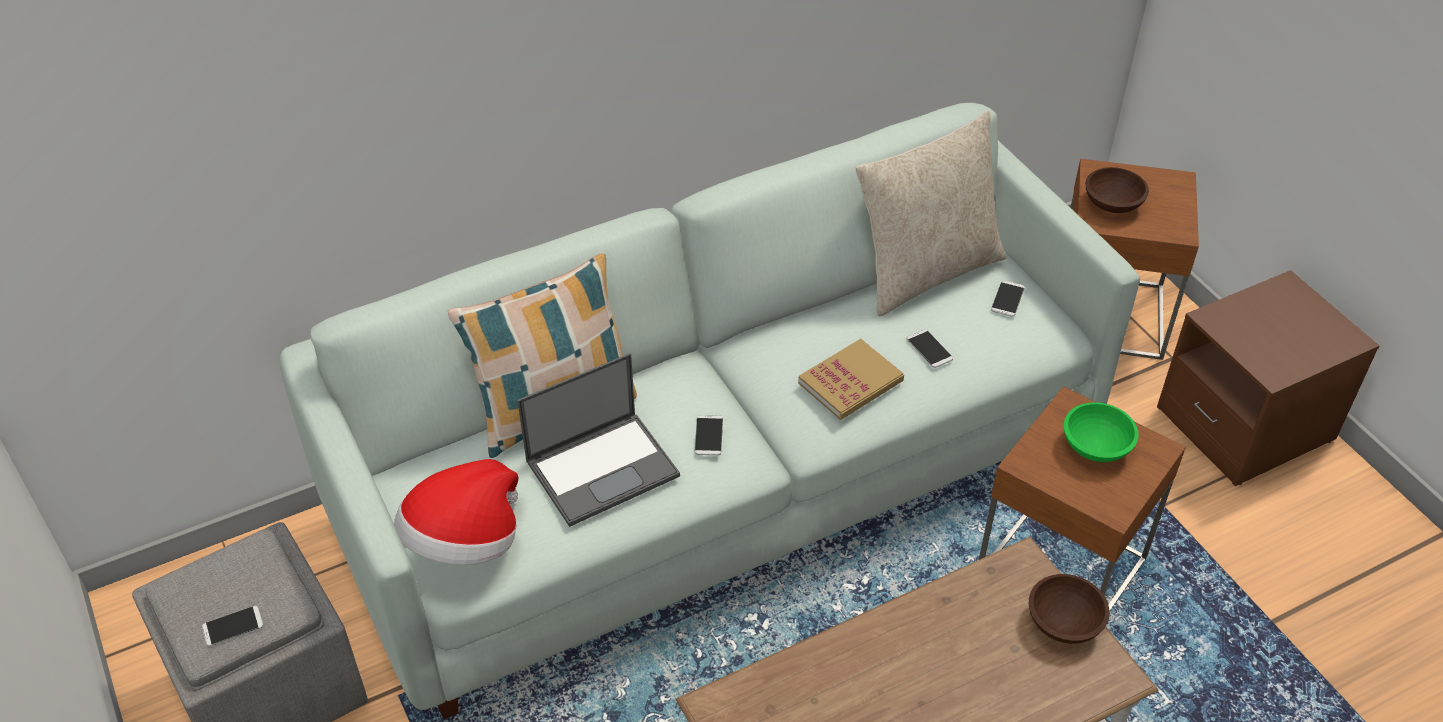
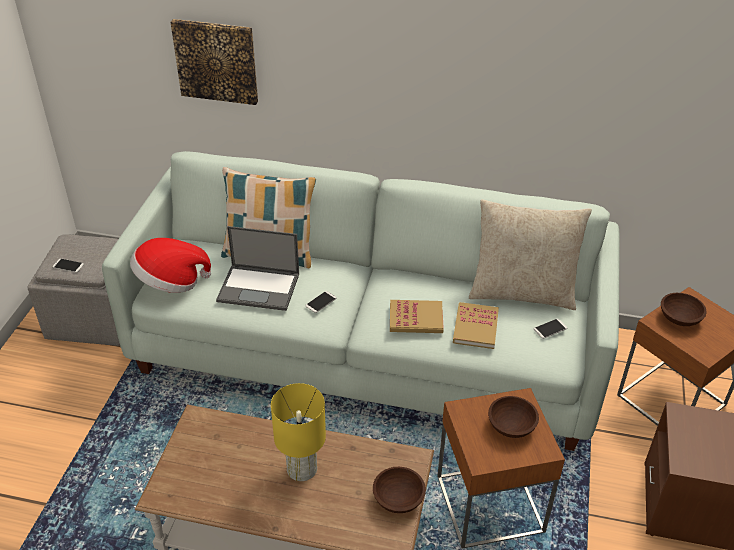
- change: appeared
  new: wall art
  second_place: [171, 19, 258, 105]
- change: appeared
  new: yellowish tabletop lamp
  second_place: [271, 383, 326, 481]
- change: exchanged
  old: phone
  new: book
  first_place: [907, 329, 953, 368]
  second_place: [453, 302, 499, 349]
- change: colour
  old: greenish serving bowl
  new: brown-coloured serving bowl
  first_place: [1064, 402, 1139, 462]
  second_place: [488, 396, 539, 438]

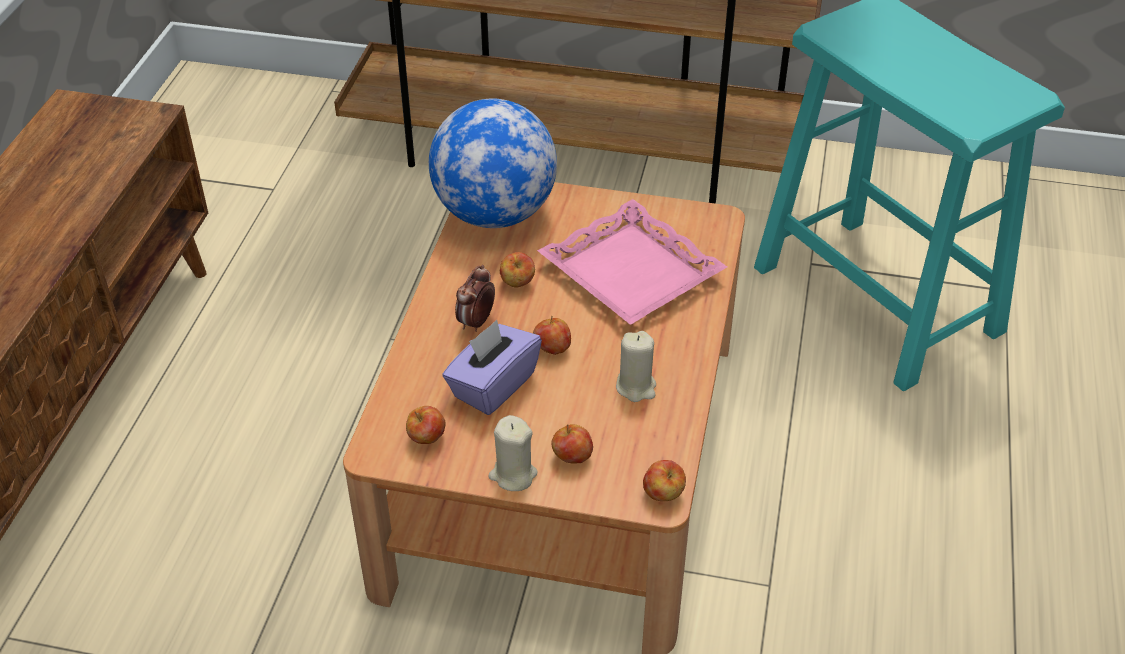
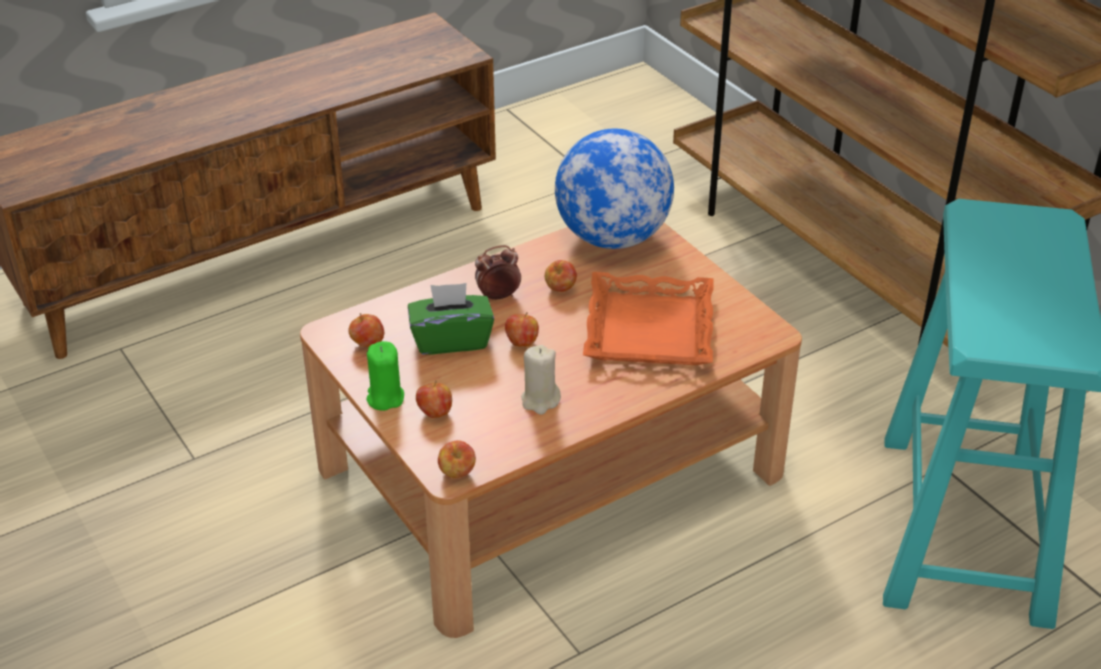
- change: colour
  old: beige-coloured wax candle
  new: greenish wax candle
  first_place: [488, 415, 538, 491]
  second_place: [367, 341, 404, 411]
- change: colour
  old: purple-coloured box of tissues
  new: greenish box of tissues
  first_place: [442, 320, 542, 415]
  second_place: [408, 283, 494, 355]
- change: colour
  old: pinkish tray
  new: orangey tray
  first_place: [537, 199, 727, 325]
  second_place: [583, 272, 714, 365]

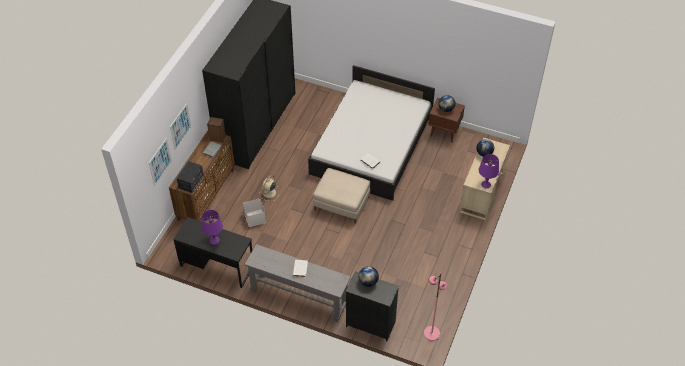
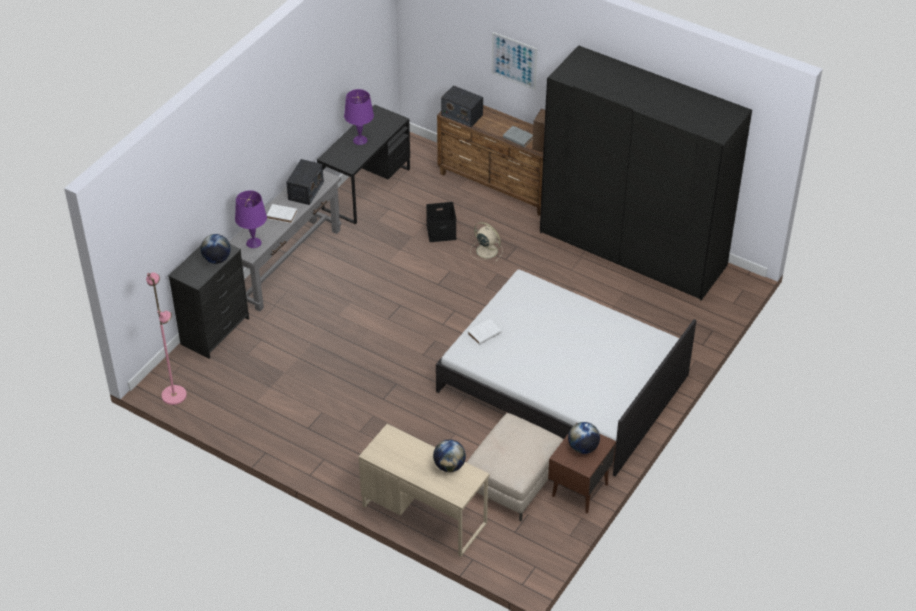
- change: relocated
  old: purple-coloured tabletop lamp
  first_place: [479, 154, 499, 188]
  second_place: [235, 190, 267, 248]
- change: appeared
  new: radio receiver
  second_place: [286, 159, 324, 205]
- change: colour
  old: white storage bin
  new: black storage bin
  first_place: [243, 199, 266, 227]
  second_place: [426, 202, 457, 242]
- change: relocated
  old: beige-coloured footrest
  first_place: [313, 168, 370, 224]
  second_place: [467, 413, 563, 521]
- change: missing
  old: wall art
  first_place: [149, 138, 172, 186]

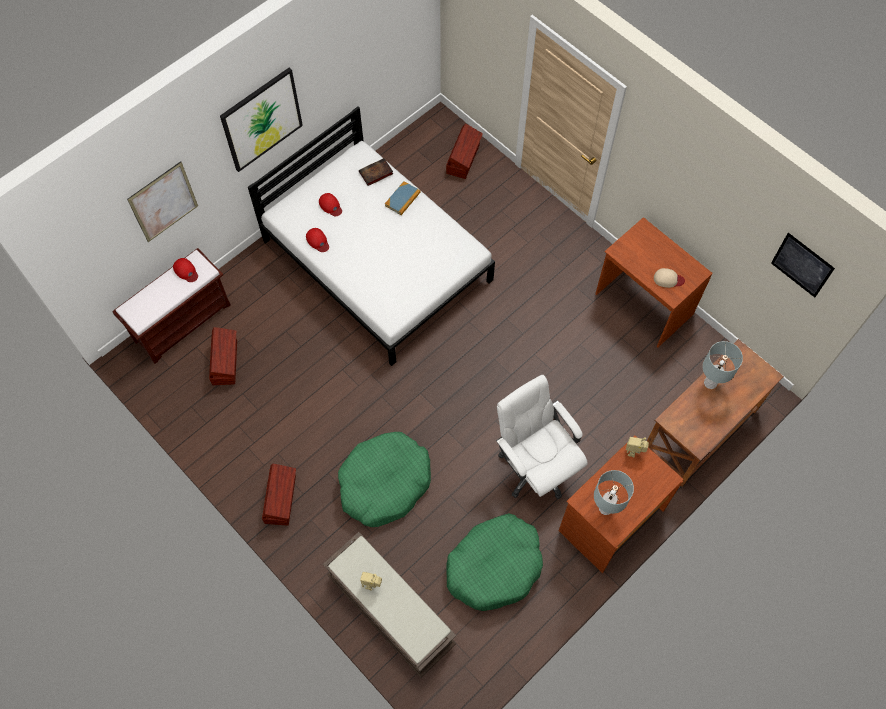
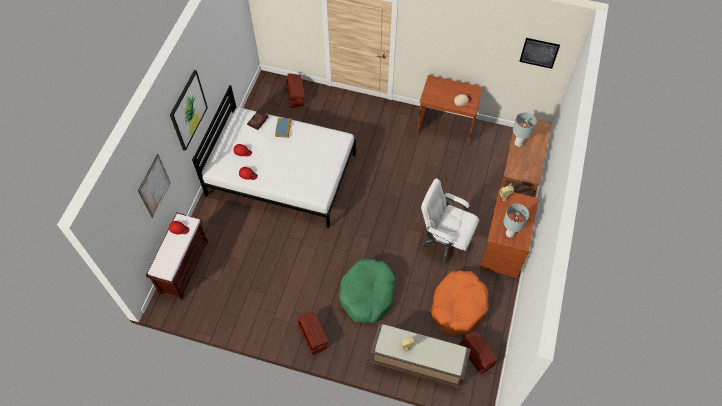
- change: colour
  old: greenish pet bed
  new: orangey pet bed
  first_place: [447, 513, 543, 611]
  second_place: [431, 270, 489, 335]
- change: relocated
  old: brown-coloured storage bin
  first_place: [209, 327, 237, 385]
  second_place: [459, 330, 498, 374]

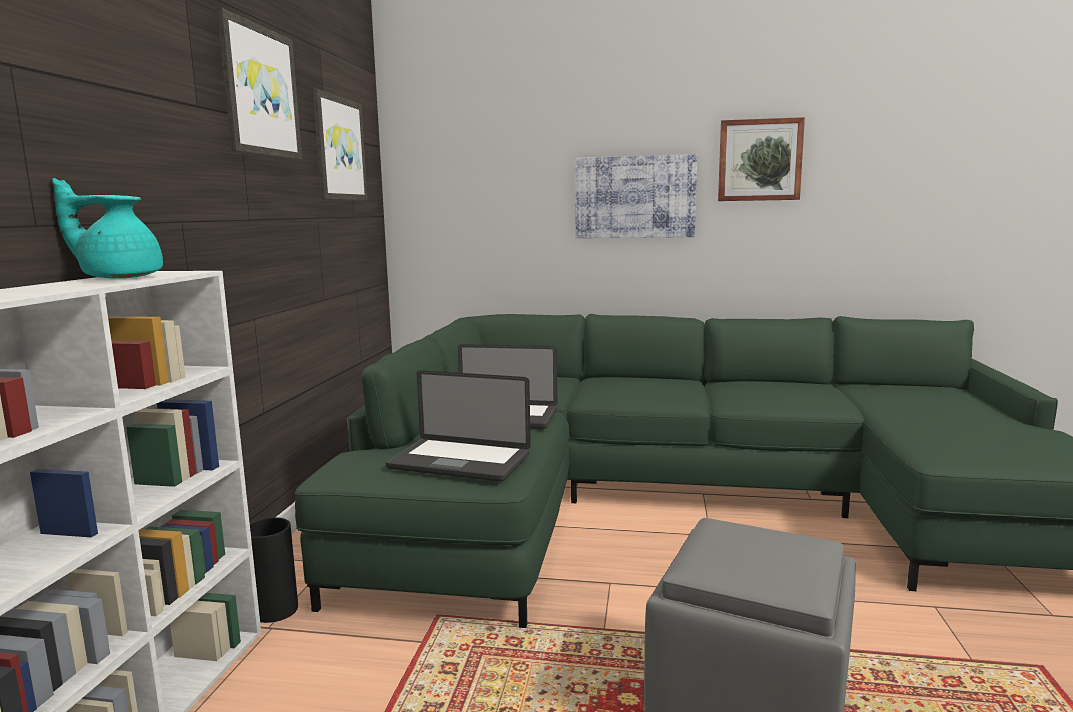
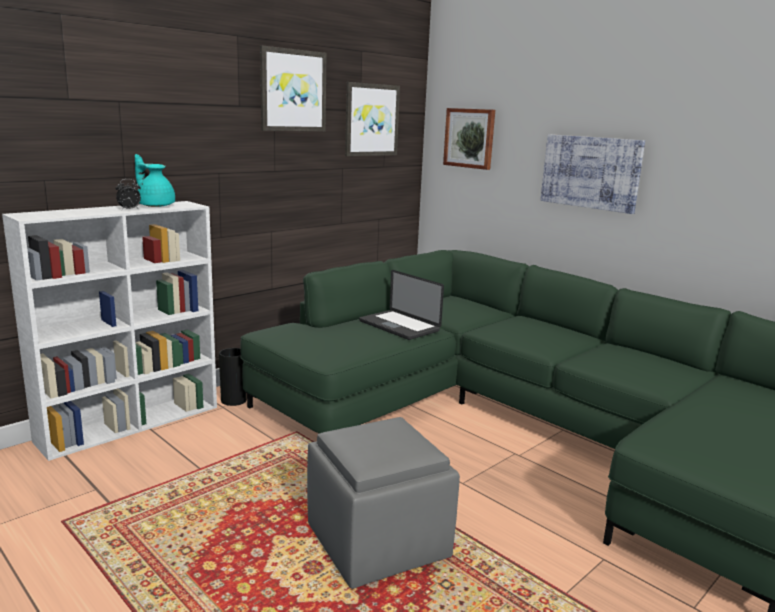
- change: appeared
  new: bedside clock
  second_place: [116, 179, 141, 210]
- change: relocated
  old: wall art
  first_place: [718, 117, 805, 201]
  second_place: [443, 108, 495, 170]
- change: missing
  old: laptop
  first_place: [386, 370, 531, 482]

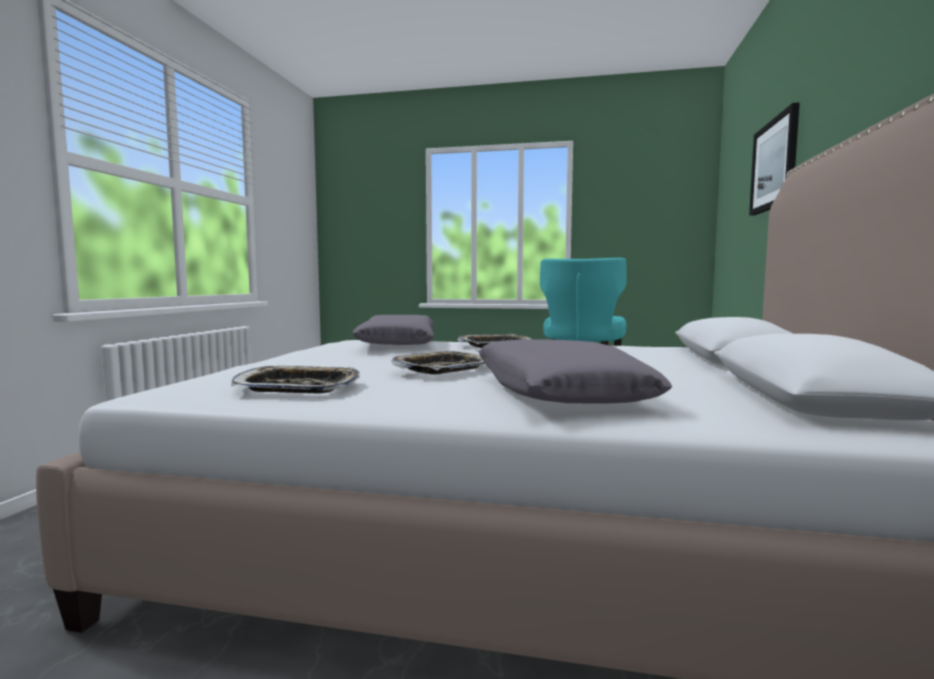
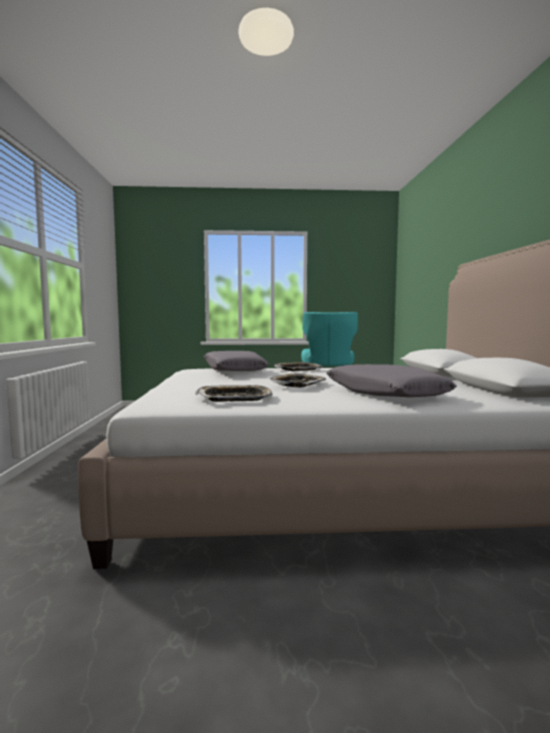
- change: missing
  old: wall art
  first_place: [749, 102, 800, 216]

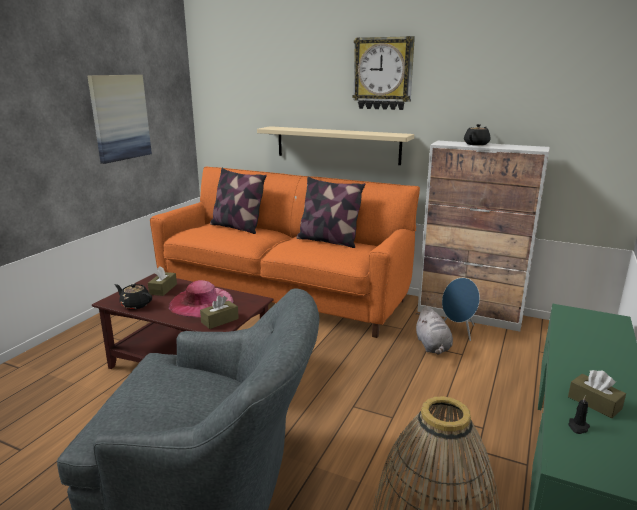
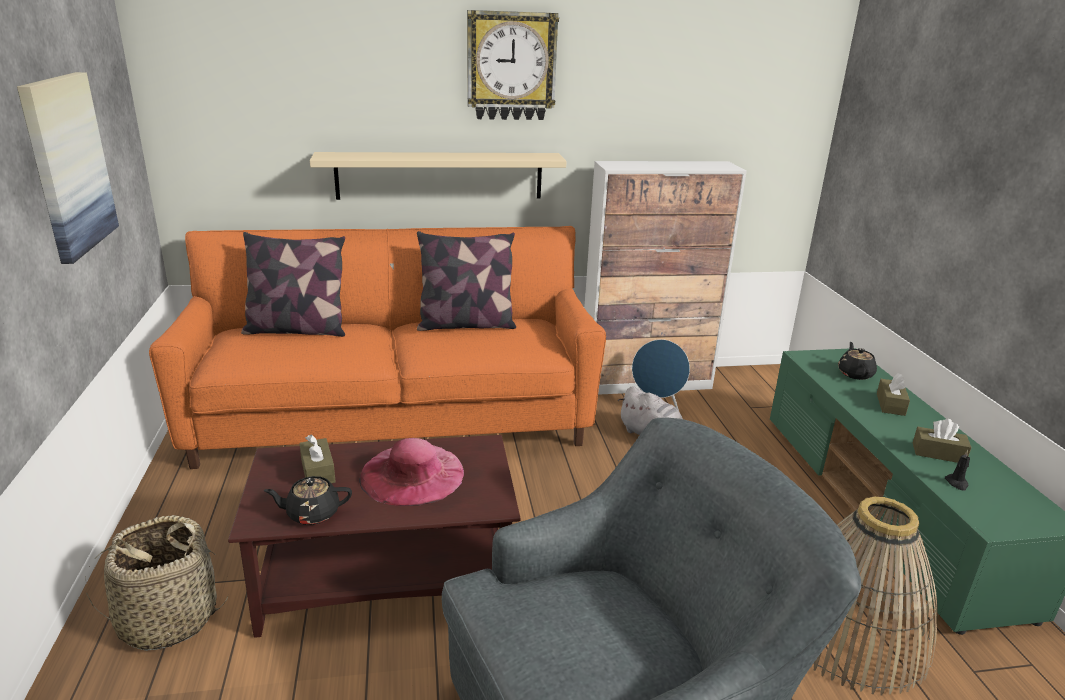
- change: appeared
  new: household basket
  second_place: [85, 515, 228, 651]
- change: relocated
  old: black tea pot
  first_place: [464, 124, 490, 146]
  second_place: [838, 342, 877, 380]
- change: relocated
  old: brown-coloured box of tissues
  first_place: [200, 296, 239, 329]
  second_place: [877, 373, 910, 416]

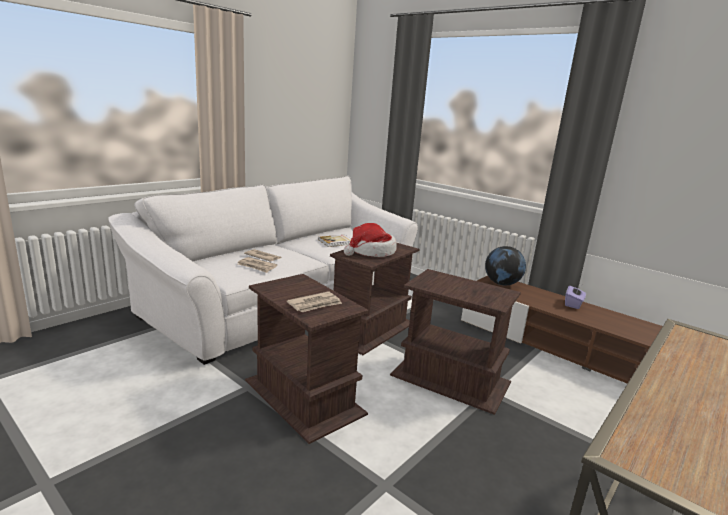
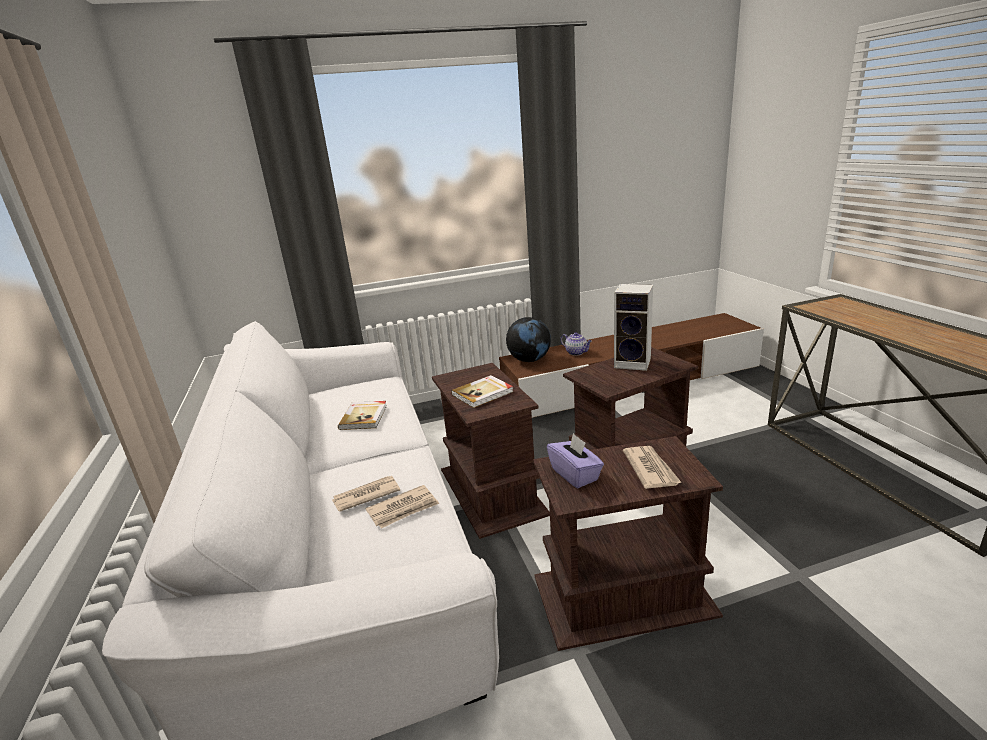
- change: exchanged
  old: hat
  new: book
  first_place: [344, 223, 397, 257]
  second_place: [451, 375, 514, 408]
- change: relocated
  old: purple-coloured box of tissues
  first_place: [565, 286, 586, 309]
  second_place: [547, 433, 604, 488]
- change: appeared
  new: tea pot
  second_place: [560, 332, 592, 356]
- change: appeared
  new: speaker
  second_place: [614, 284, 653, 371]

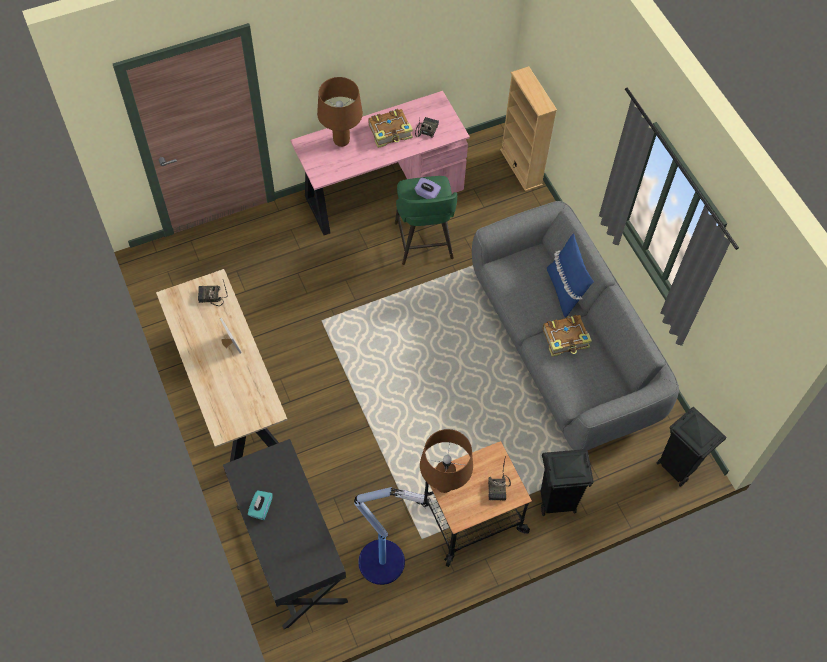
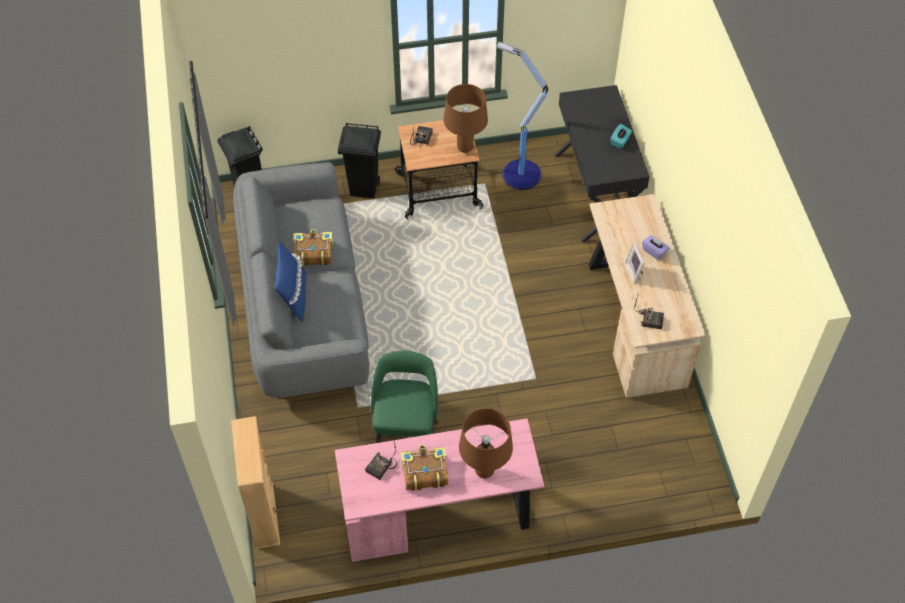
- change: relocated
  old: purple-coloured box of tissues
  first_place: [414, 178, 441, 199]
  second_place: [642, 235, 669, 260]

